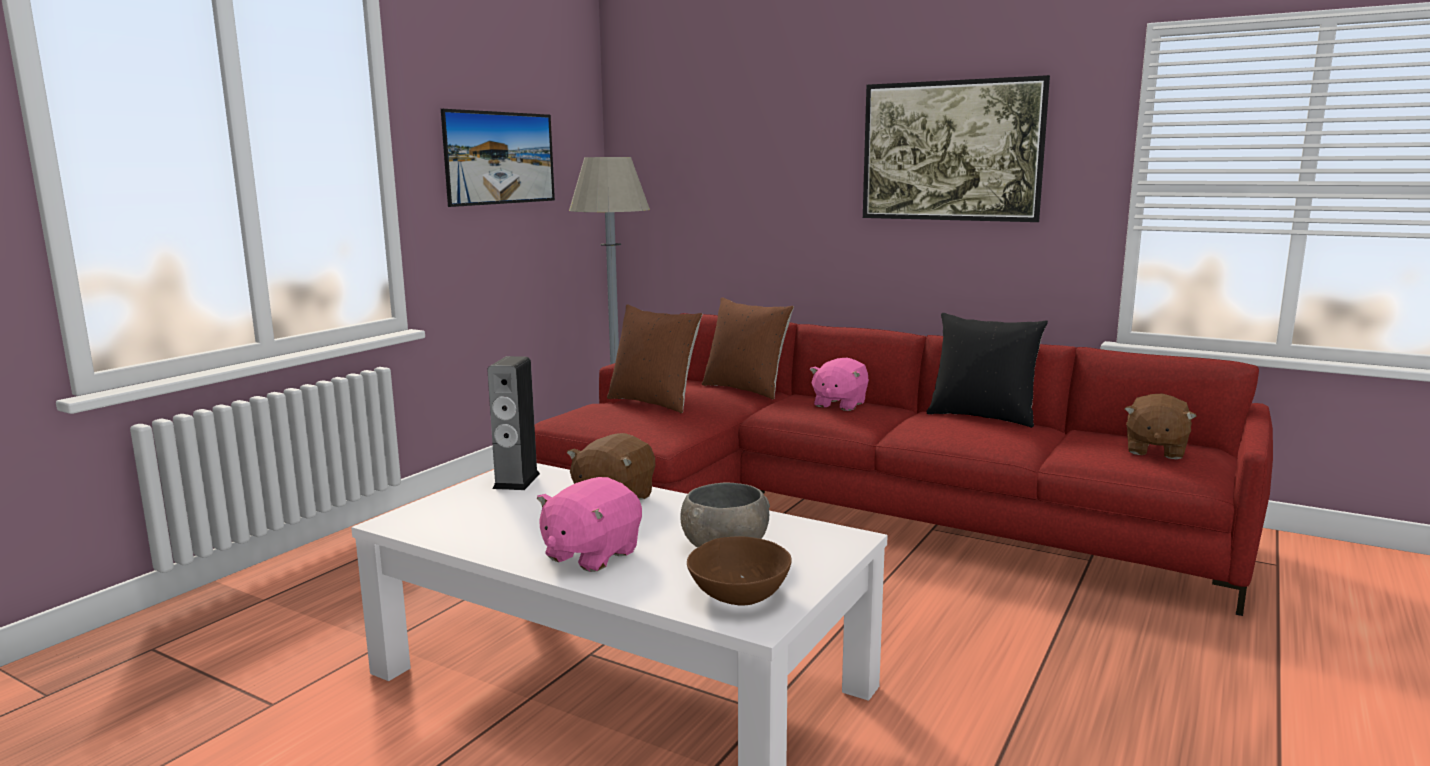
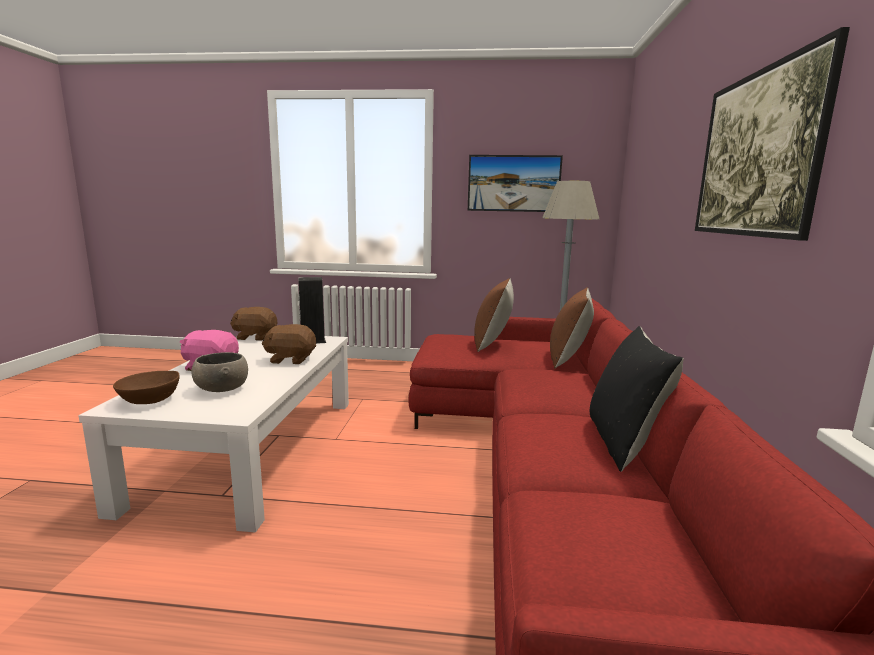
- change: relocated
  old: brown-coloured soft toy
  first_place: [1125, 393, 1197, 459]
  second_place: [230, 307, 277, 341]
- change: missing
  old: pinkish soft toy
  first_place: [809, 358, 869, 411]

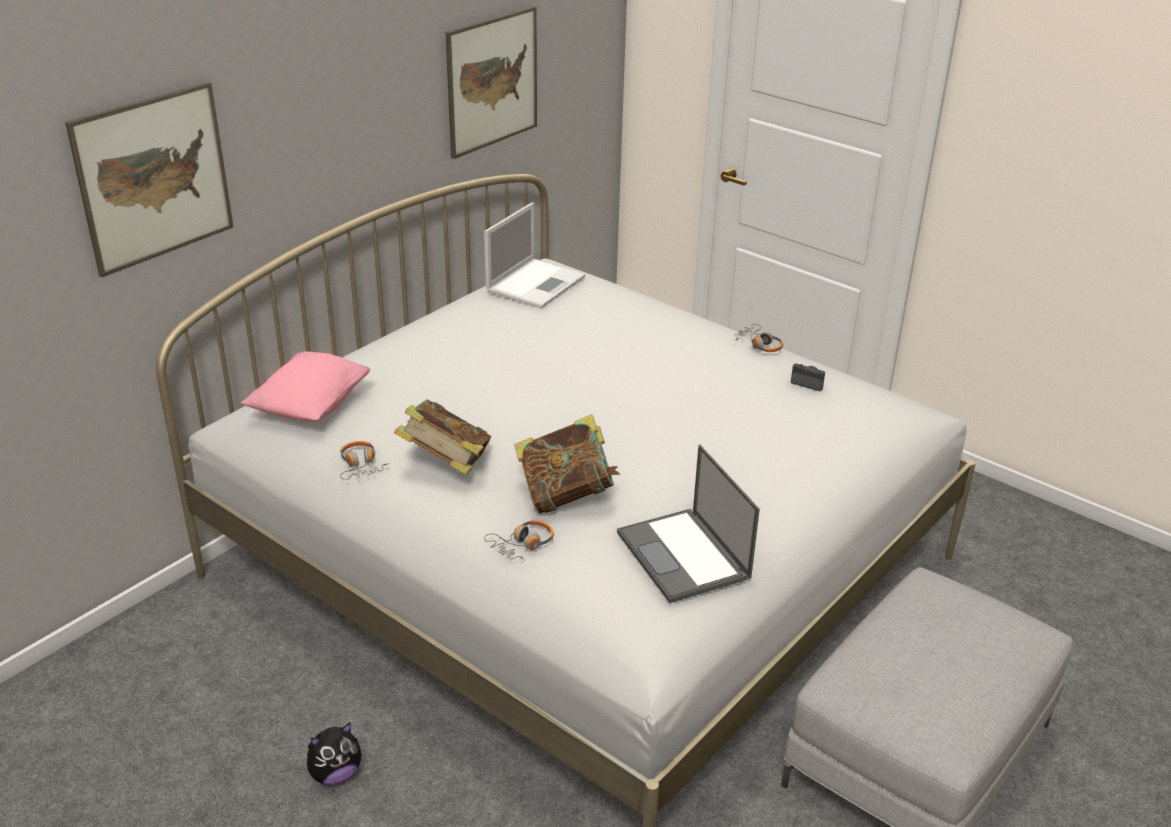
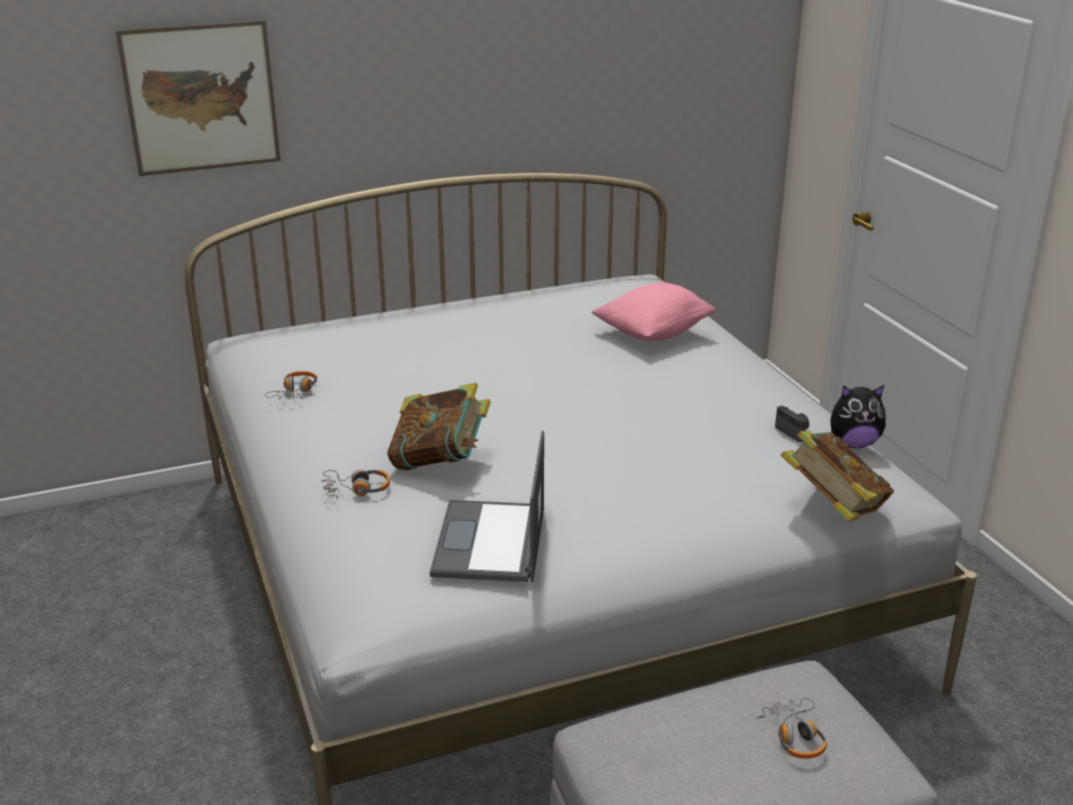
- change: relocated
  old: pinkish throw pillow
  first_place: [241, 351, 370, 422]
  second_place: [591, 282, 716, 341]
- change: relocated
  old: pair of headphones
  first_place: [734, 324, 783, 352]
  second_place: [756, 698, 827, 759]
- change: relocated
  old: book
  first_place: [394, 399, 491, 475]
  second_place: [781, 430, 894, 522]
- change: relocated
  old: soft toy
  first_place: [307, 723, 362, 785]
  second_place: [830, 385, 886, 448]
- change: missing
  old: wall art
  first_place: [445, 6, 537, 159]
- change: missing
  old: laptop
  first_place: [484, 202, 586, 309]

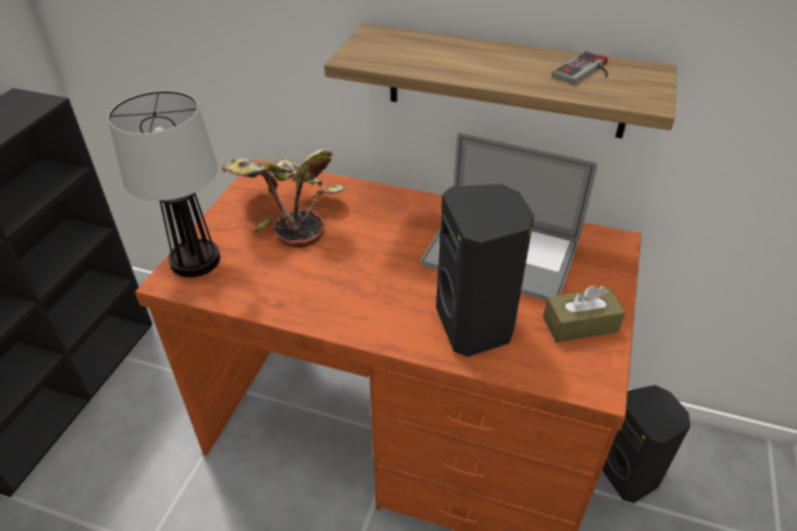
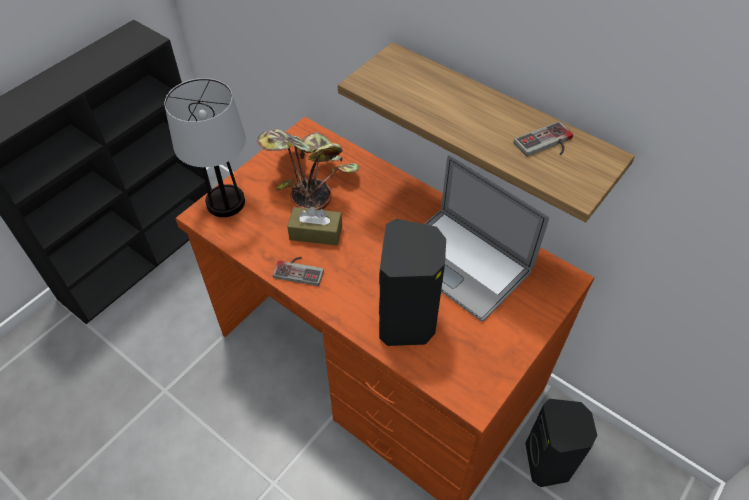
- change: appeared
  new: game controller
  second_place: [273, 257, 324, 286]
- change: relocated
  old: brown-coloured box of tissues
  first_place: [543, 285, 625, 342]
  second_place: [287, 206, 342, 246]

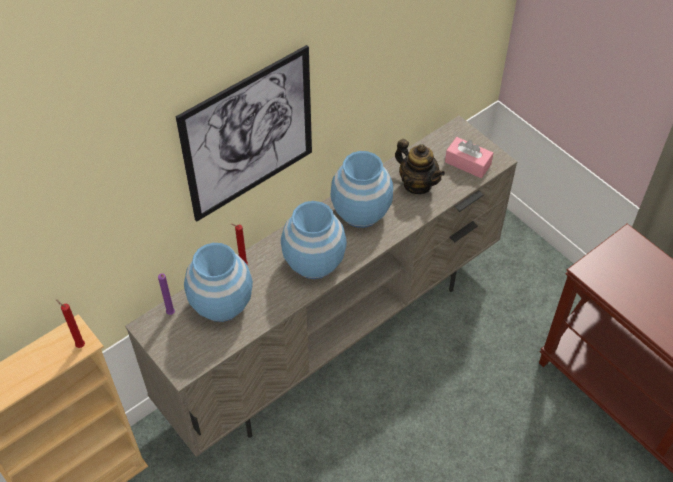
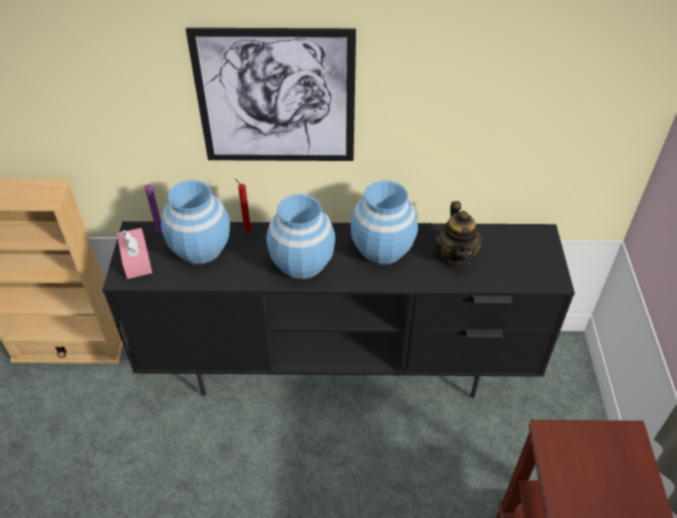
- change: colour
  old: beige-coloured tv unit
  new: black tv unit
  first_place: [125, 115, 517, 457]
  second_place: [102, 221, 575, 398]
- change: relocated
  old: pinkish box of tissues
  first_place: [445, 137, 493, 178]
  second_place: [117, 228, 152, 279]
- change: missing
  old: red wax candle
  first_place: [56, 299, 85, 348]

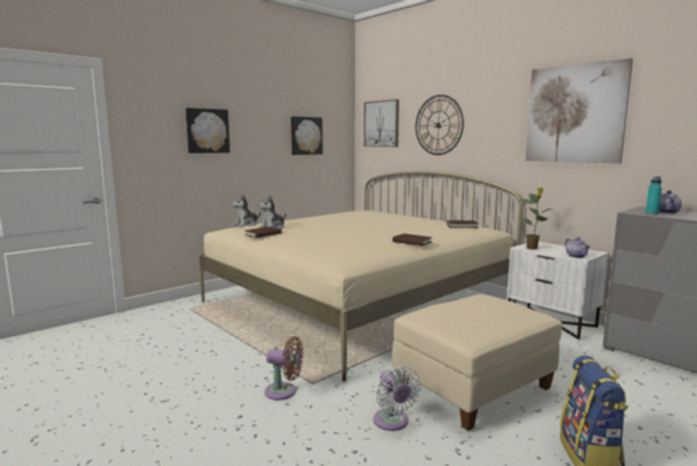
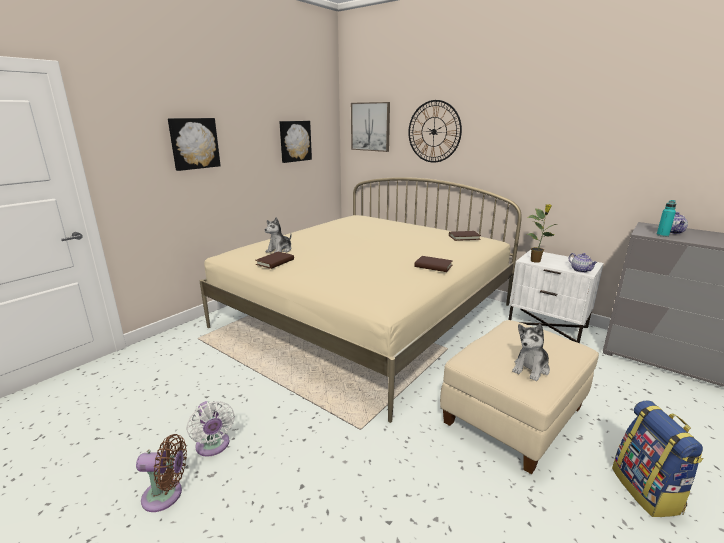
- change: relocated
  old: brown-coloured cooling fan
  first_place: [265, 337, 303, 400]
  second_place: [136, 434, 187, 512]
- change: relocated
  old: white cooling fan
  first_place: [373, 366, 421, 431]
  second_place: [186, 401, 235, 457]
- change: relocated
  old: soft toy
  first_place: [232, 194, 261, 227]
  second_place: [512, 324, 550, 381]
- change: missing
  old: wall art
  first_place: [525, 58, 633, 164]

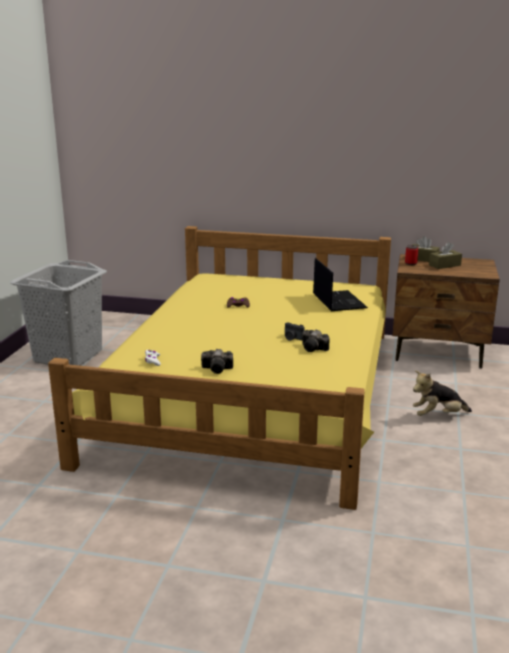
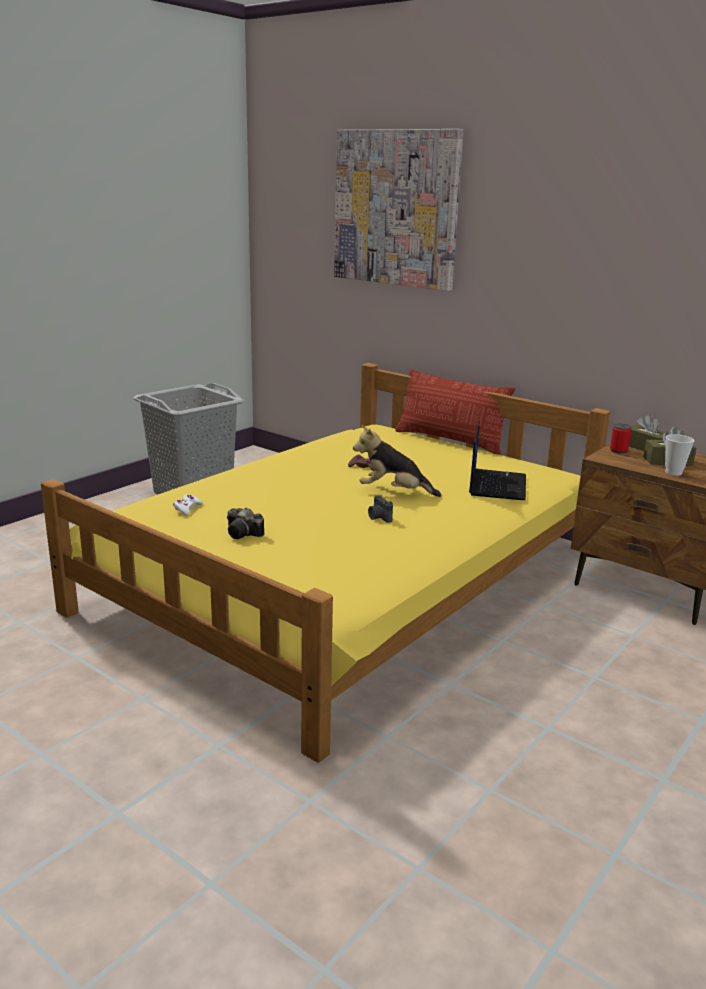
- change: appeared
  new: wall art
  second_place: [334, 129, 463, 291]
- change: relocated
  old: soft toy
  first_place: [413, 371, 472, 416]
  second_place: [353, 425, 441, 497]
- change: appeared
  new: throw pillow
  second_place: [395, 369, 515, 455]
- change: appeared
  new: cup
  second_place: [665, 434, 694, 476]
- change: missing
  old: still camera
  first_place: [302, 330, 330, 352]

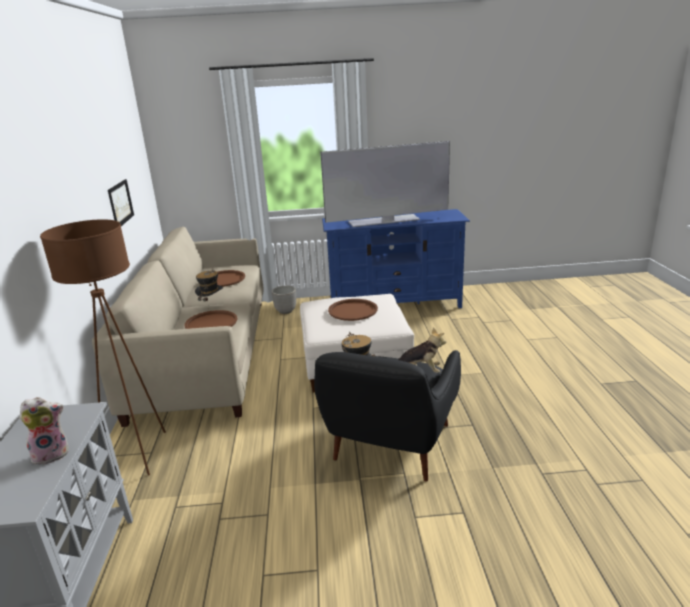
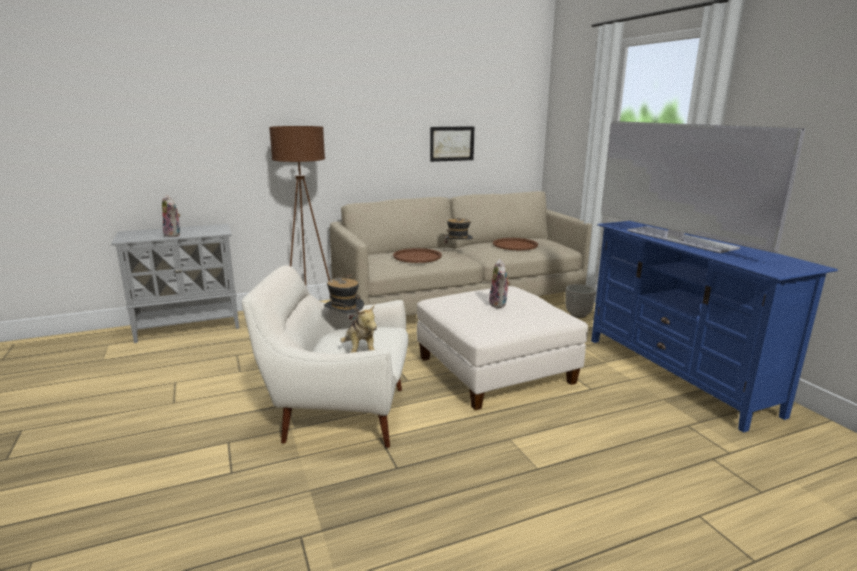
- change: colour
  old: black lounge chair
  new: white lounge chair
  first_place: [314, 350, 461, 482]
  second_place: [242, 265, 408, 448]
- change: exchanged
  old: brown-coloured tray
  new: soft toy
  first_place: [328, 299, 378, 321]
  second_place: [489, 259, 511, 308]

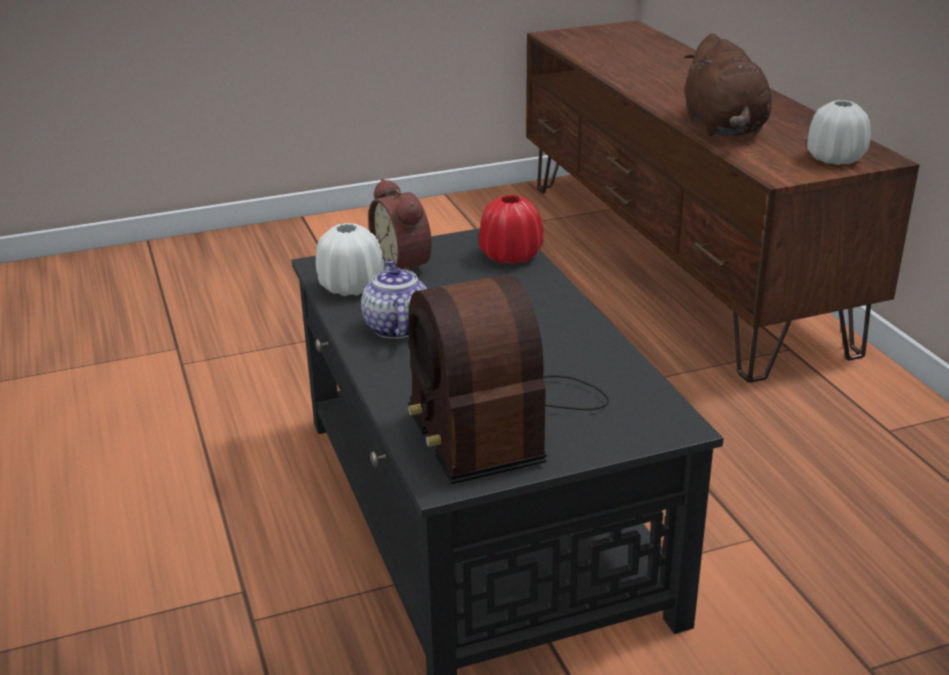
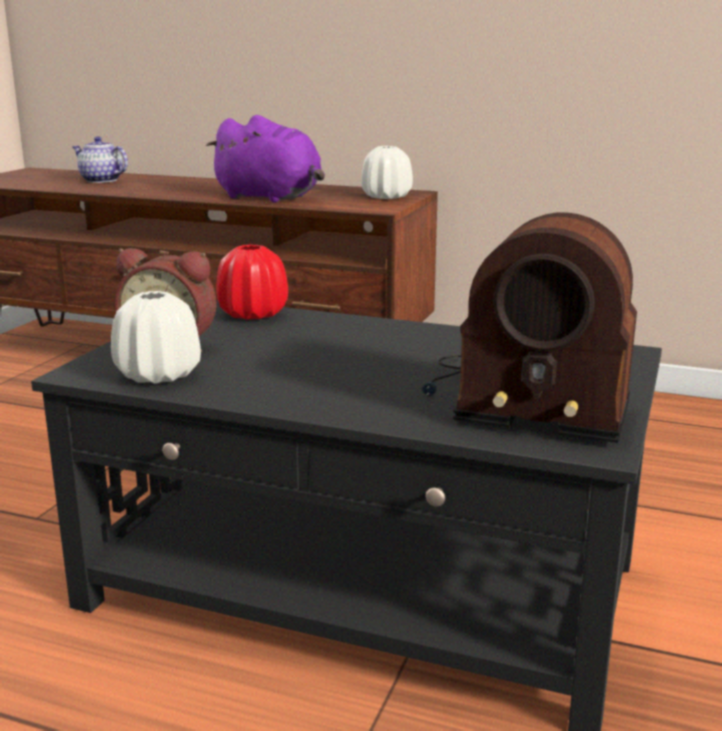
- change: relocated
  old: tea pot
  first_place: [361, 260, 427, 339]
  second_place: [72, 137, 128, 183]
- change: colour
  old: brown-coloured soft toy
  new: purple-coloured soft toy
  first_place: [684, 33, 771, 136]
  second_place: [206, 115, 325, 203]

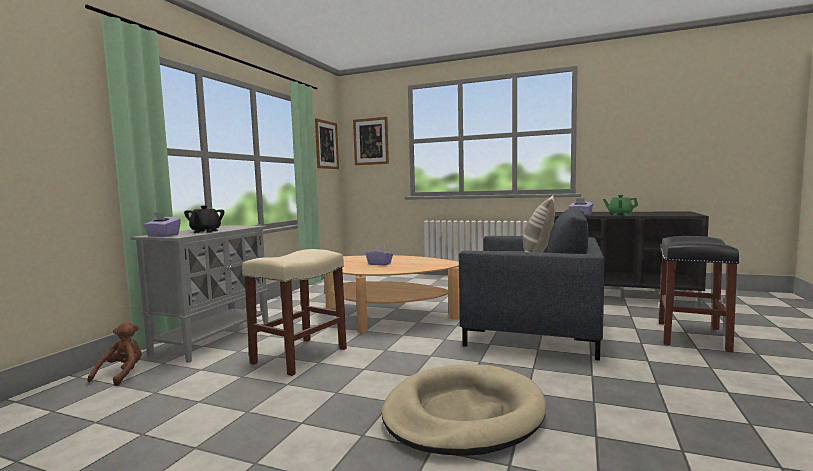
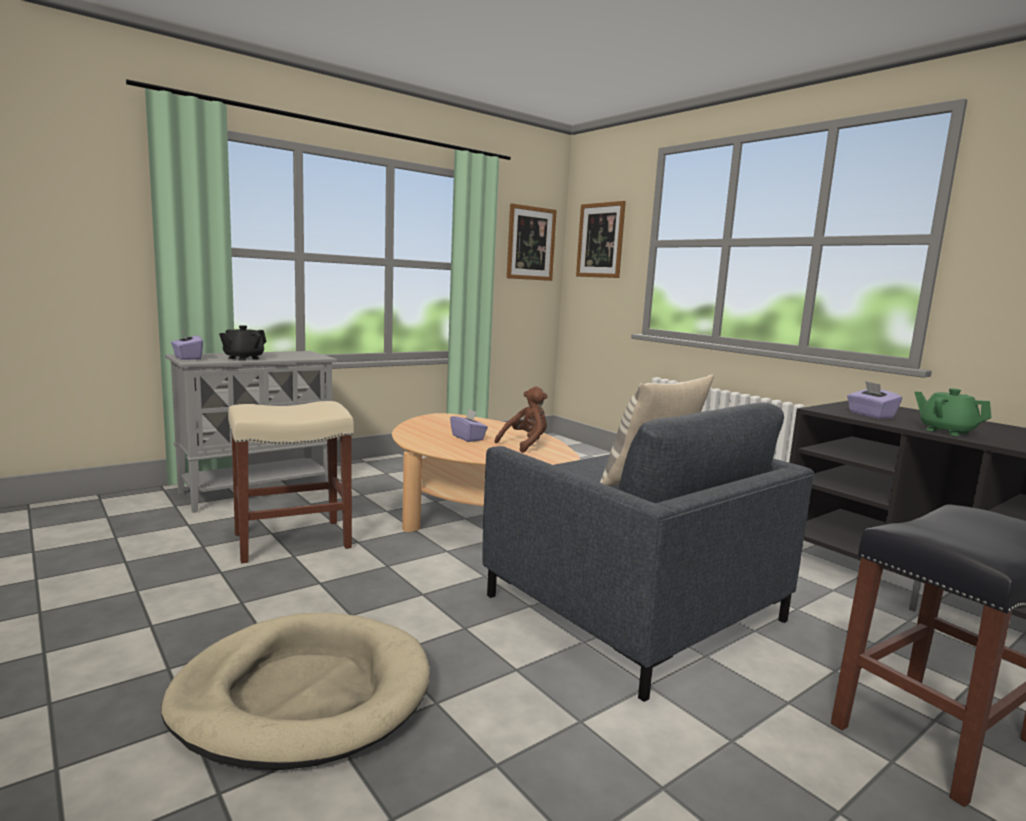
- change: relocated
  old: brown-coloured soft toy
  first_place: [87, 322, 142, 386]
  second_place: [495, 386, 548, 453]

